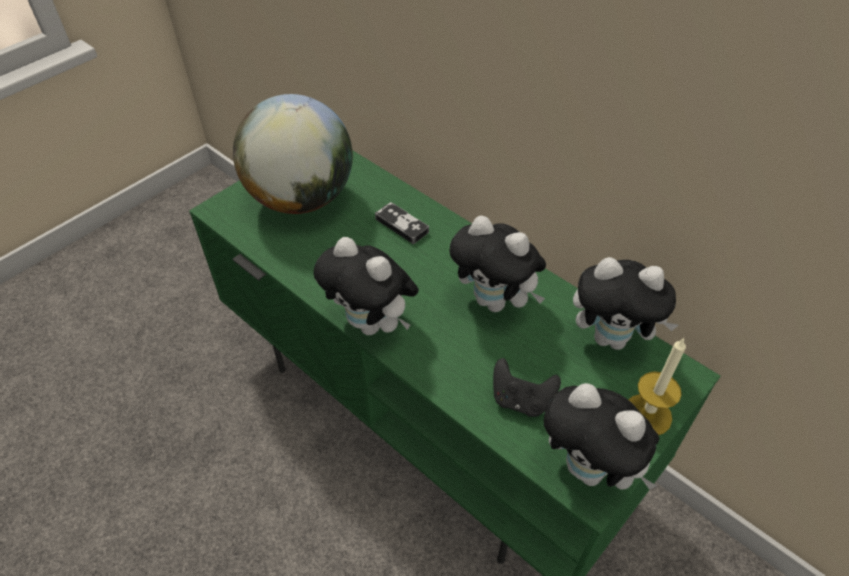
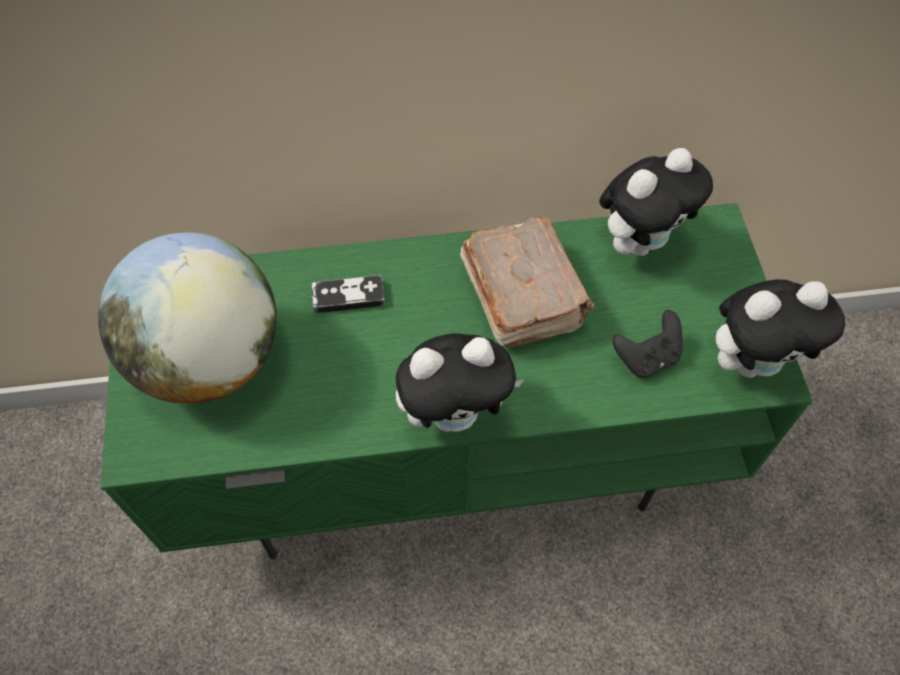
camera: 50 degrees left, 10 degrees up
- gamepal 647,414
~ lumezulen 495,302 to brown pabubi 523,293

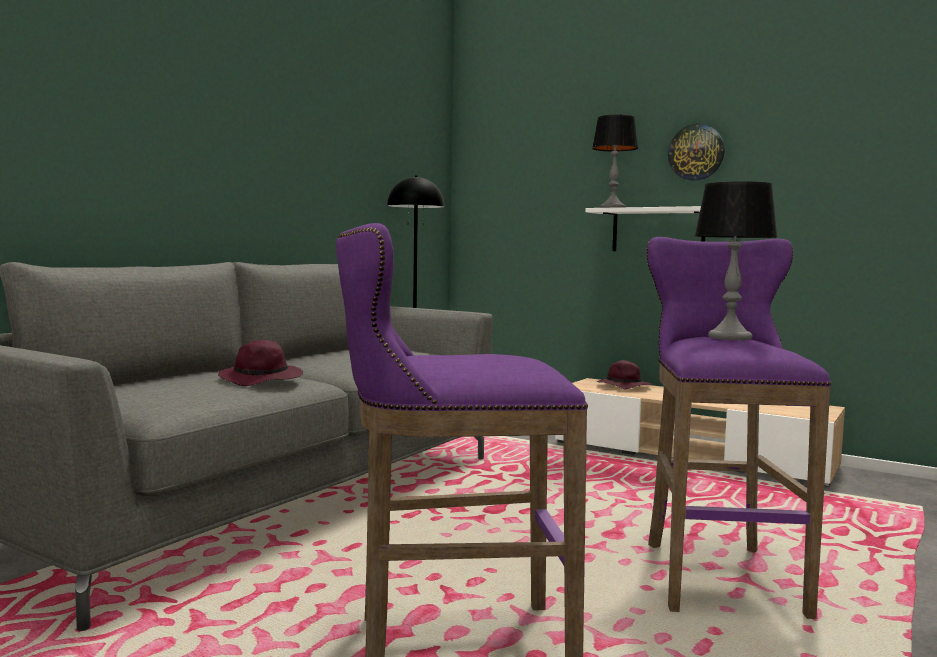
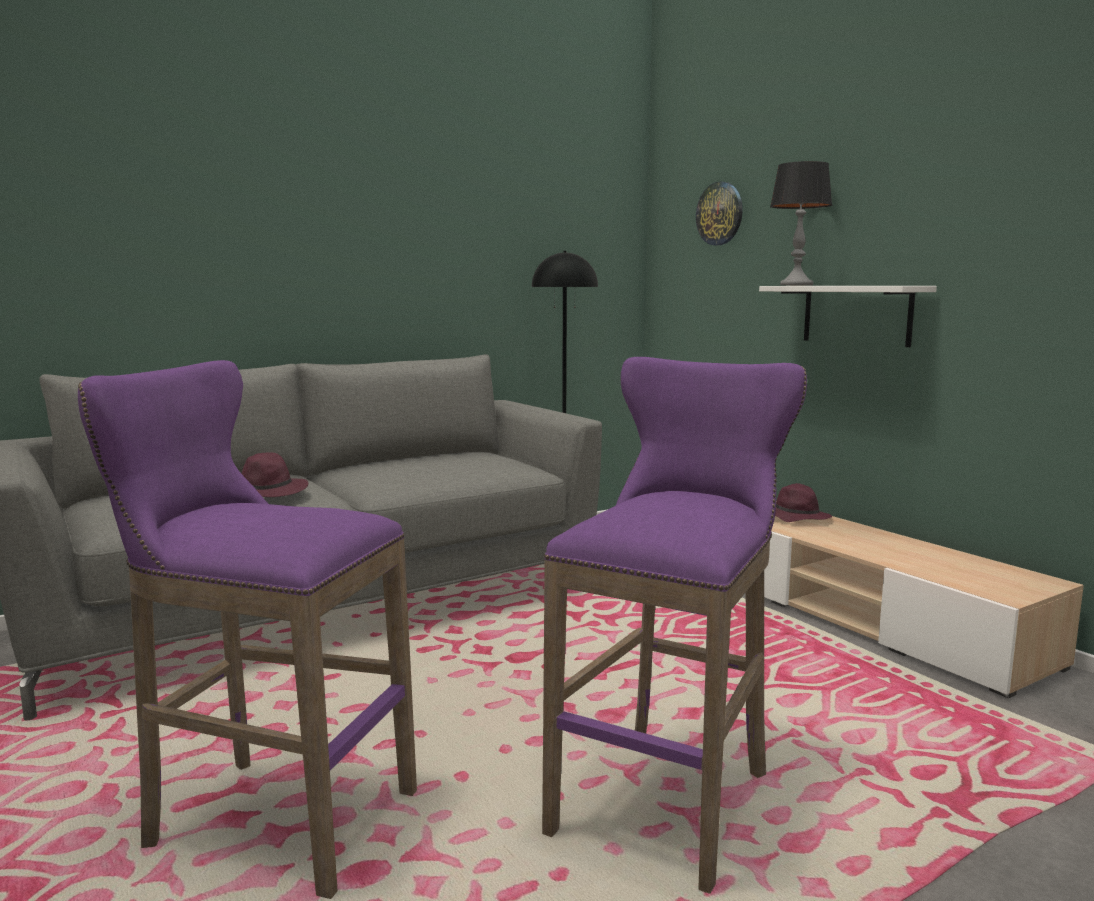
camera: 25 degrees right, 5 degrees up
- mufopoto 729,337
~ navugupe 696,152 to 720,213

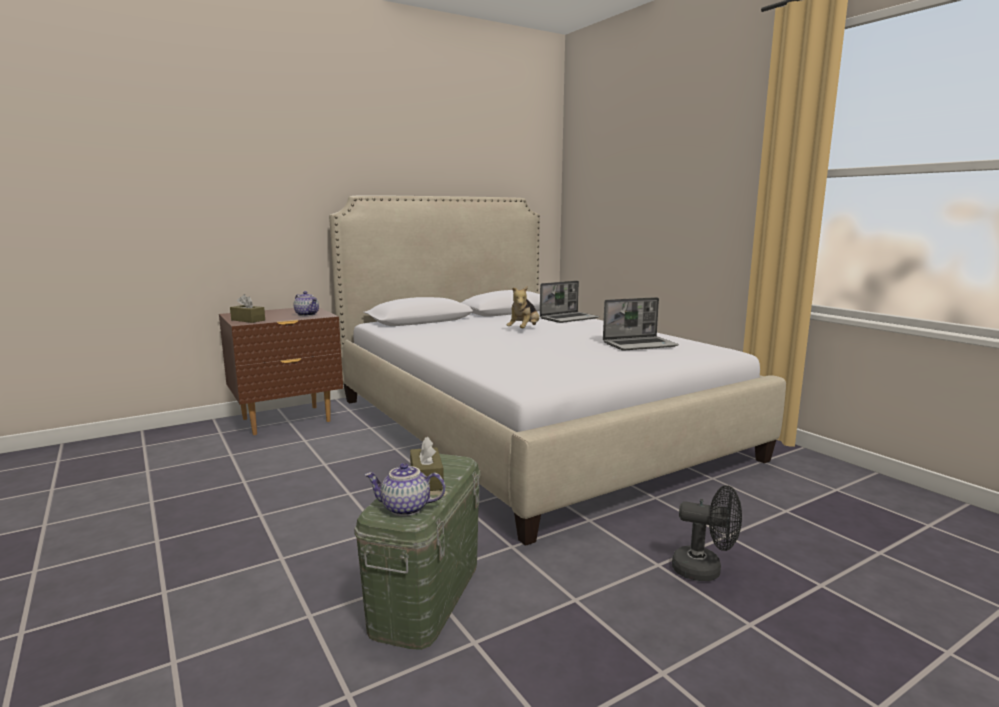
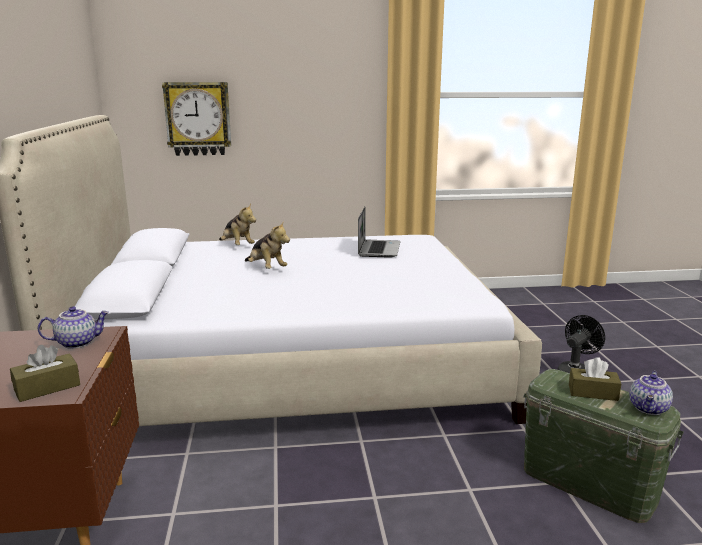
camera: 65 degrees left, 5 degrees up
+ navugupe 198,119
~ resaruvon 569,318 to lumezulen 237,246

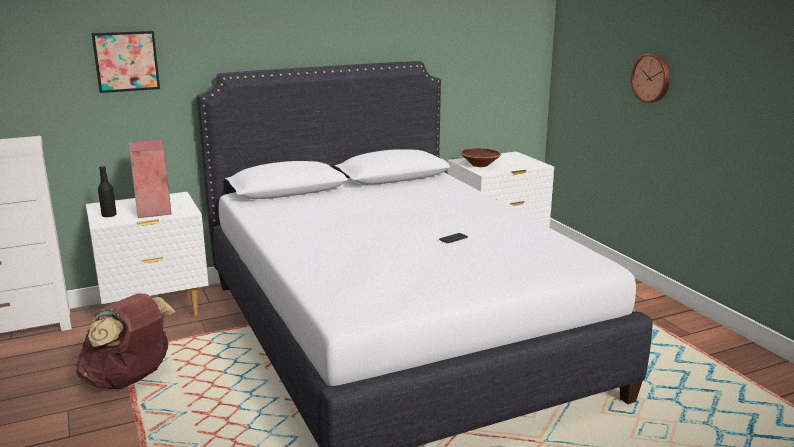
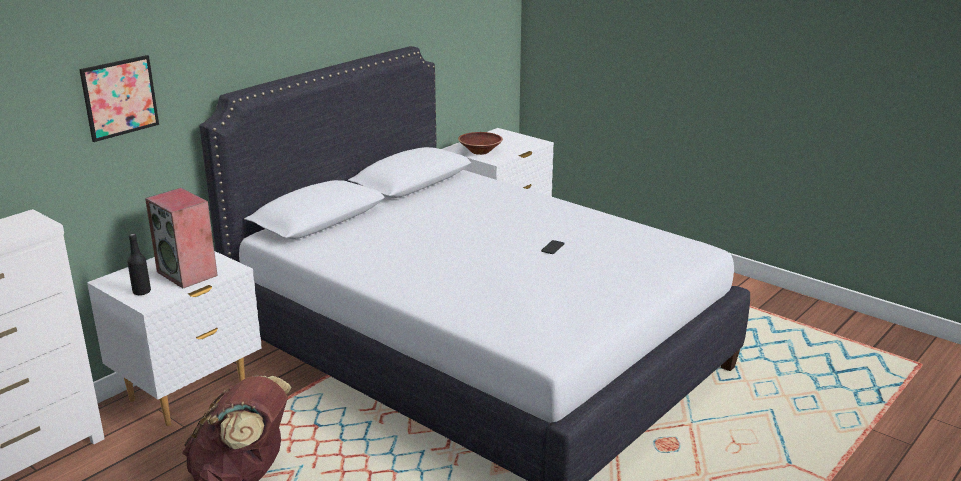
camera: 25 degrees left, 5 degrees up
- navugupe 652,78

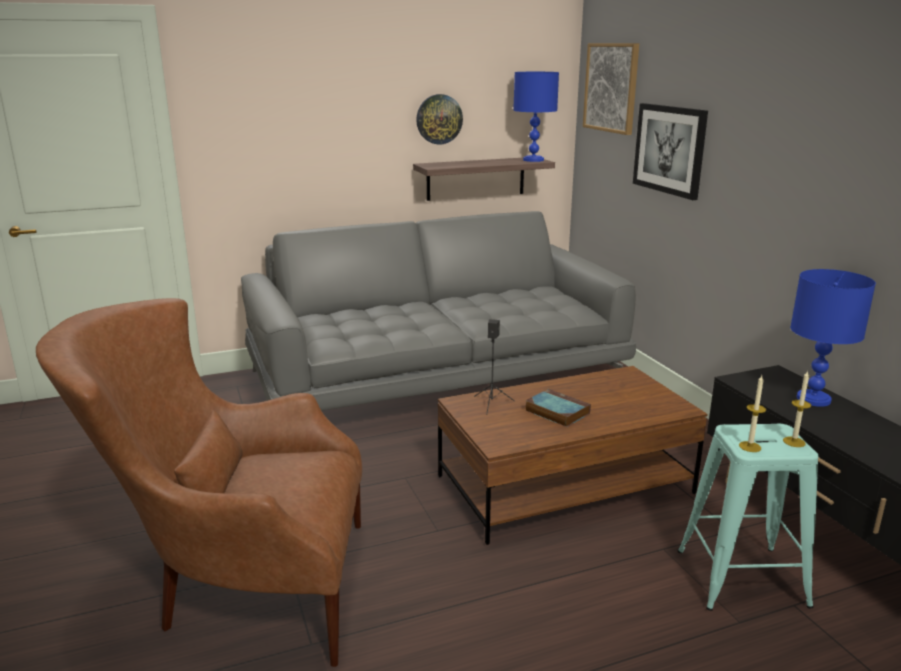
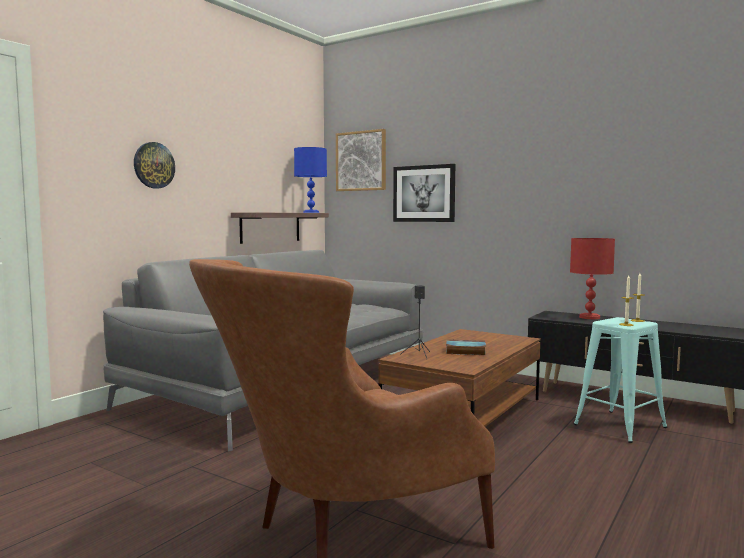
camera: 35 degrees left, 15 degrees down
~ navugupe 439,119 to 154,165
~ blue mufopoto 813,399 to red mufopoto 589,317

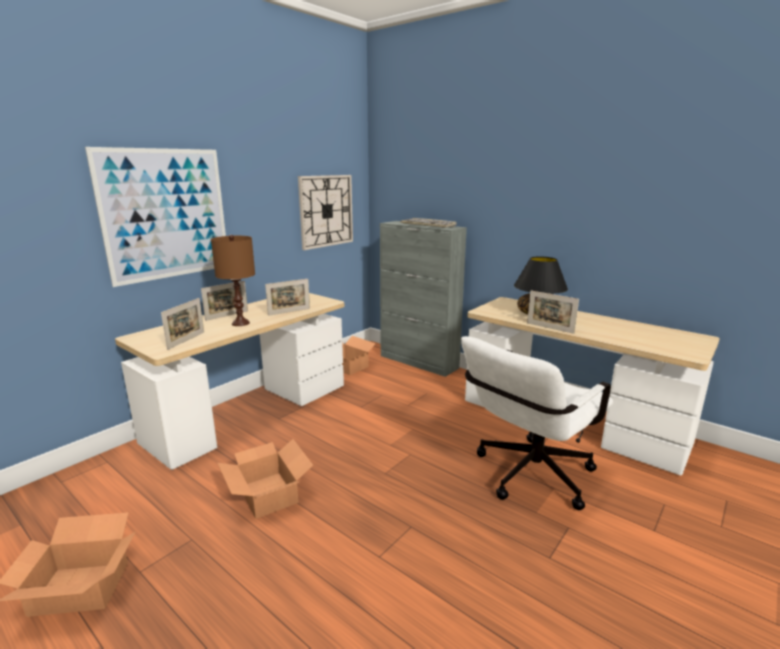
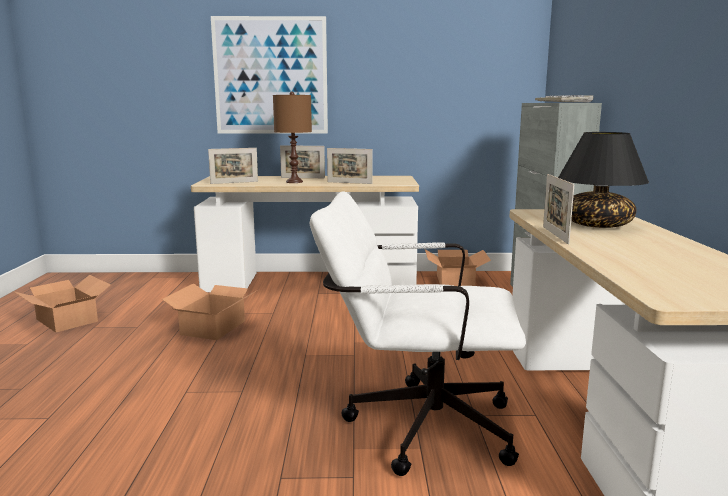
camera: 50 degrees right, 5 degrees down
- navugupe 326,211

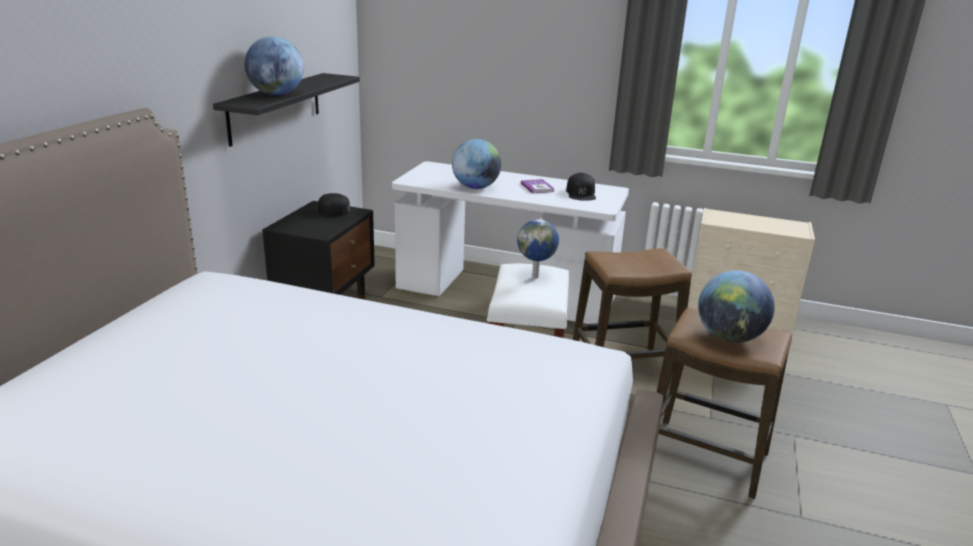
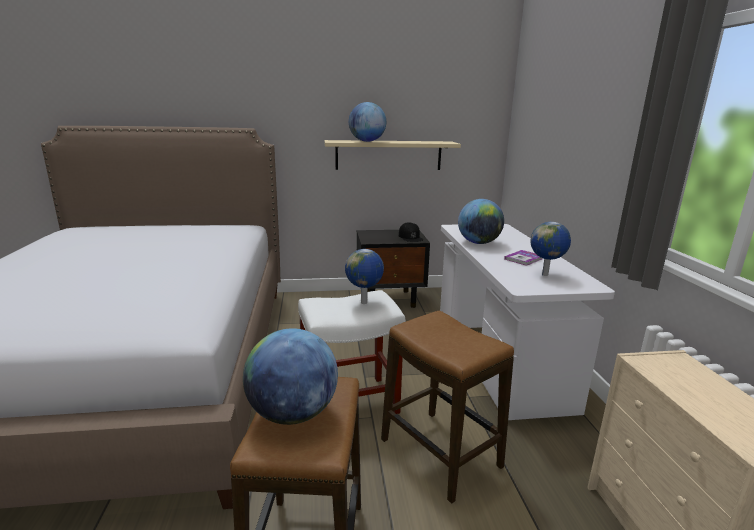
camera: 65 degrees right, 5 degrees down
~ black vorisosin 581,193 to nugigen 546,275
~ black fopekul 275,107 to beige fopekul 388,155

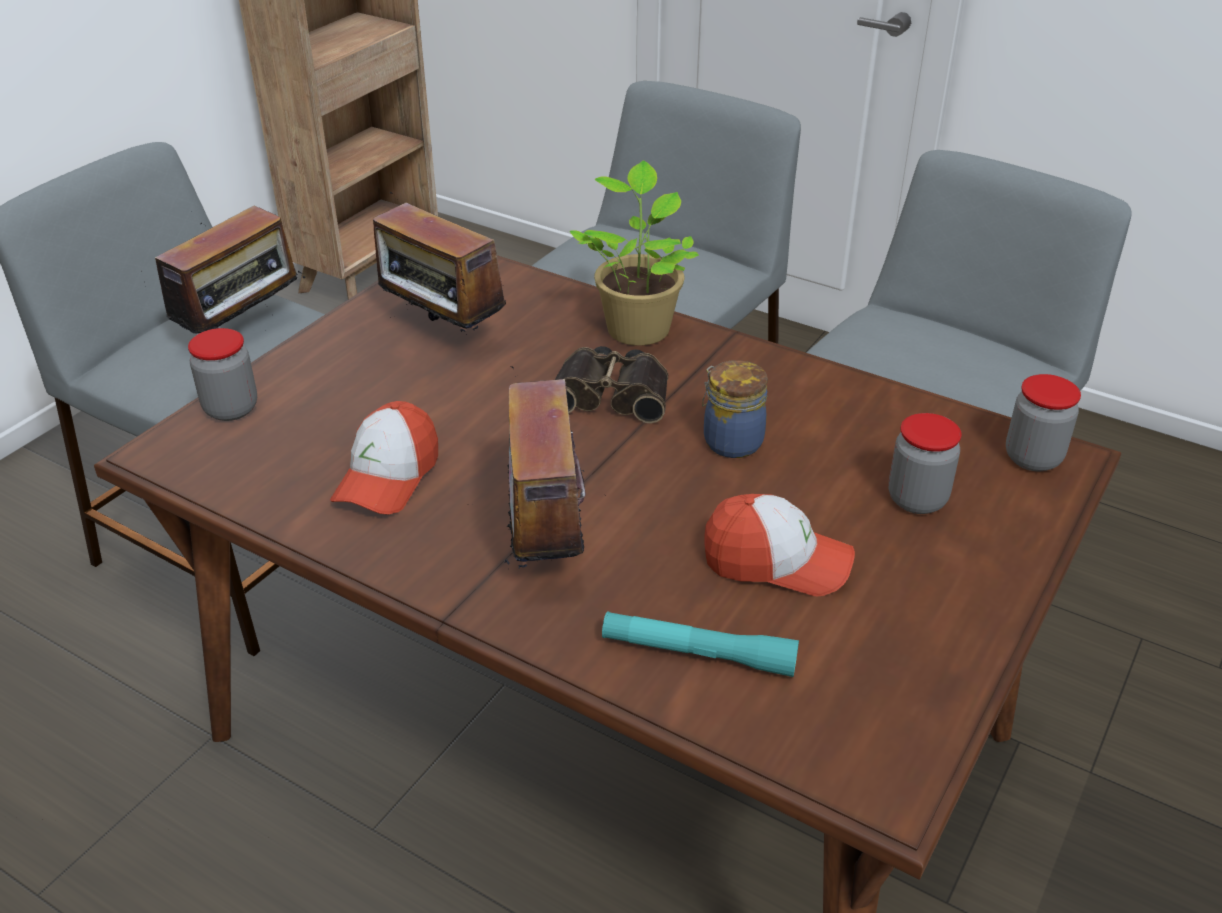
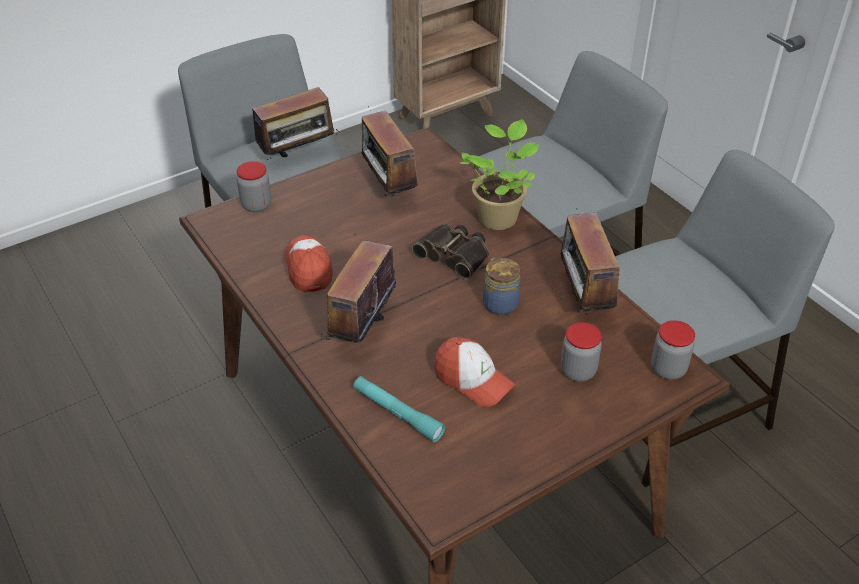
camera: 25 degrees right, 5 degrees up
+ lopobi 583,300
~ vorisosin 387,477 = 308,268 120 degrees clockwise

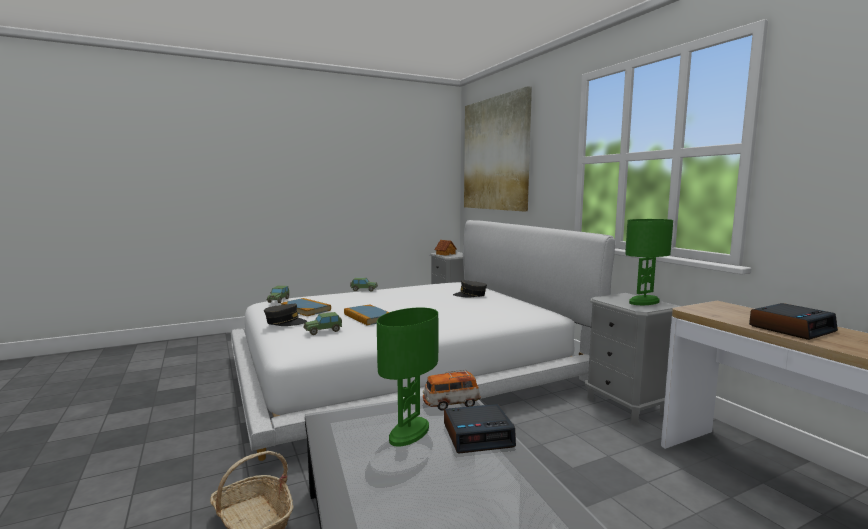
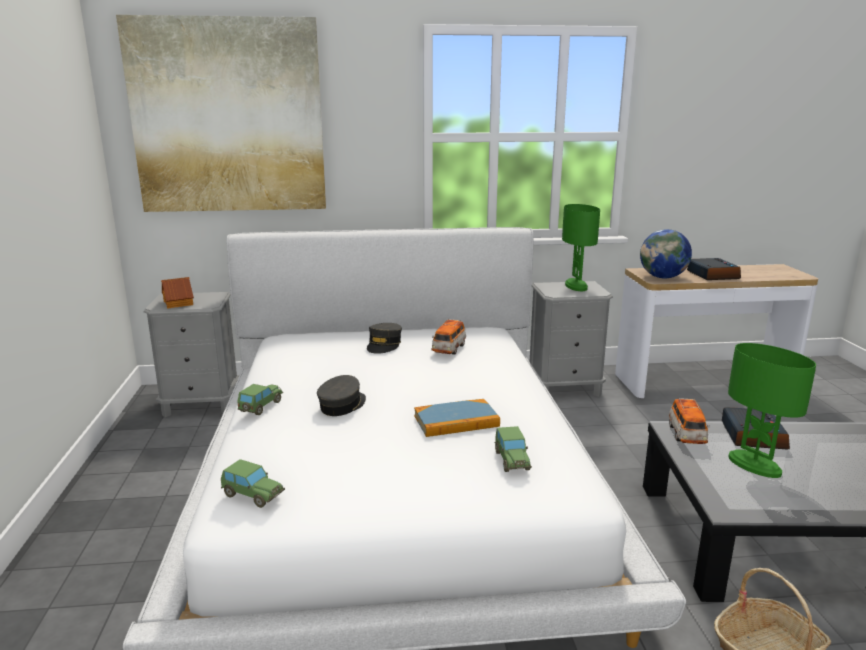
camera: 70 degrees left, 10 degrees up
- pabubi 305,309
+ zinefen 449,349
+ nugigen 663,277
~ grey vorisosin 285,322 to 342,405

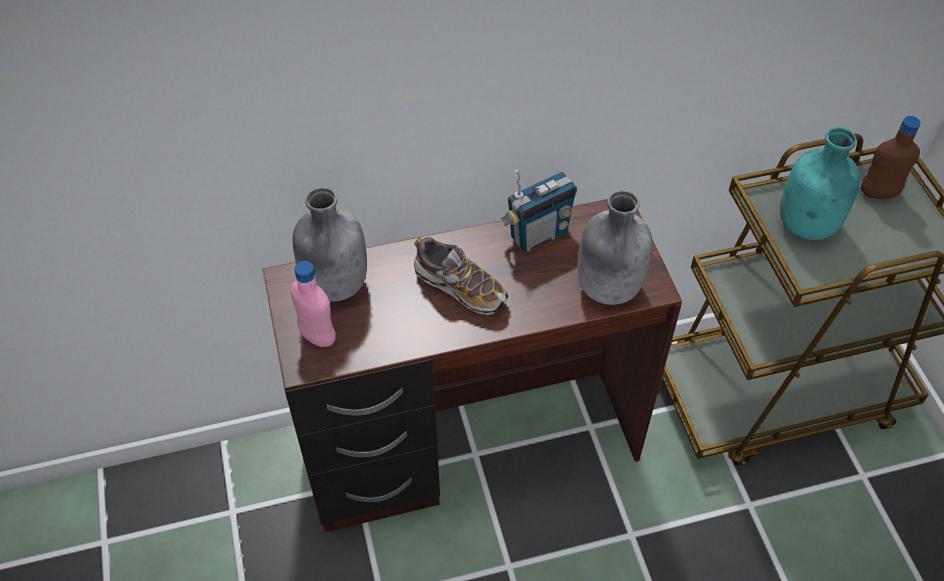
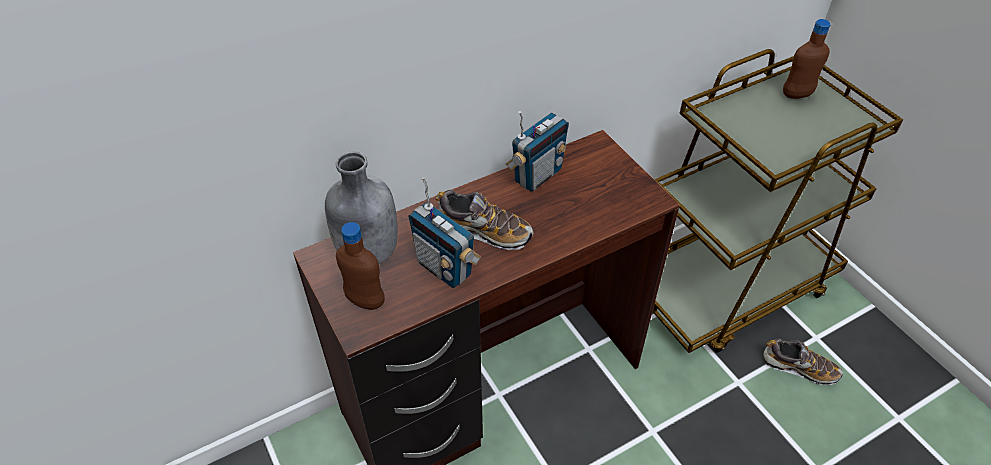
camera: 15 degrees left, 5 degrees down
- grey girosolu 607,288
- turquoise girosolu 808,225
+ lopobi 445,268
+ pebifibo 798,368
~ pink girosolu 317,336 to brown girosolu 365,301

